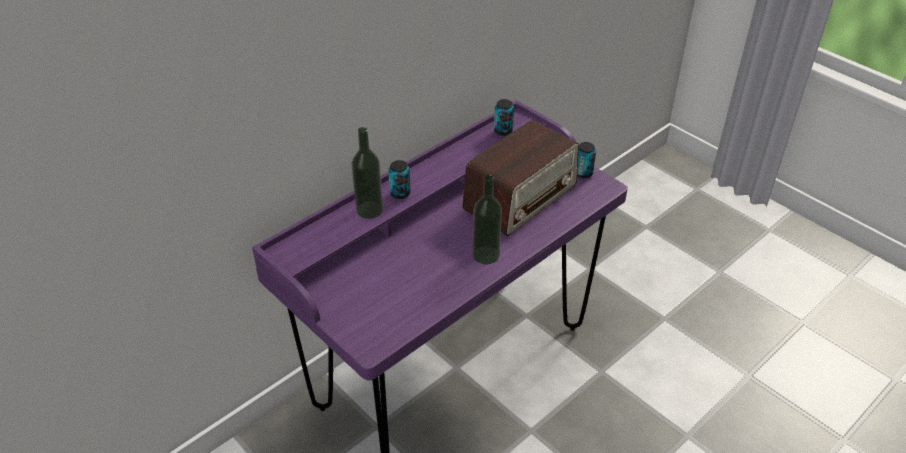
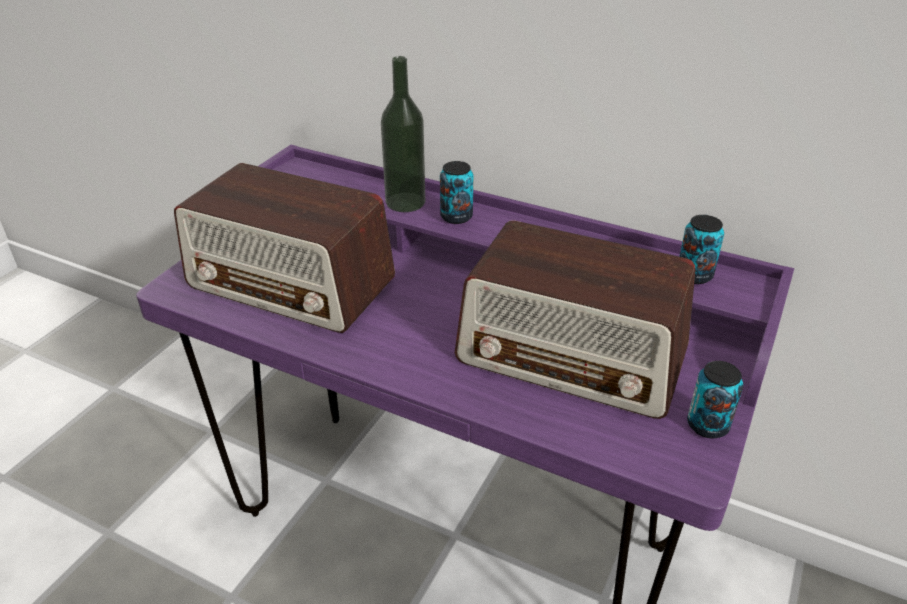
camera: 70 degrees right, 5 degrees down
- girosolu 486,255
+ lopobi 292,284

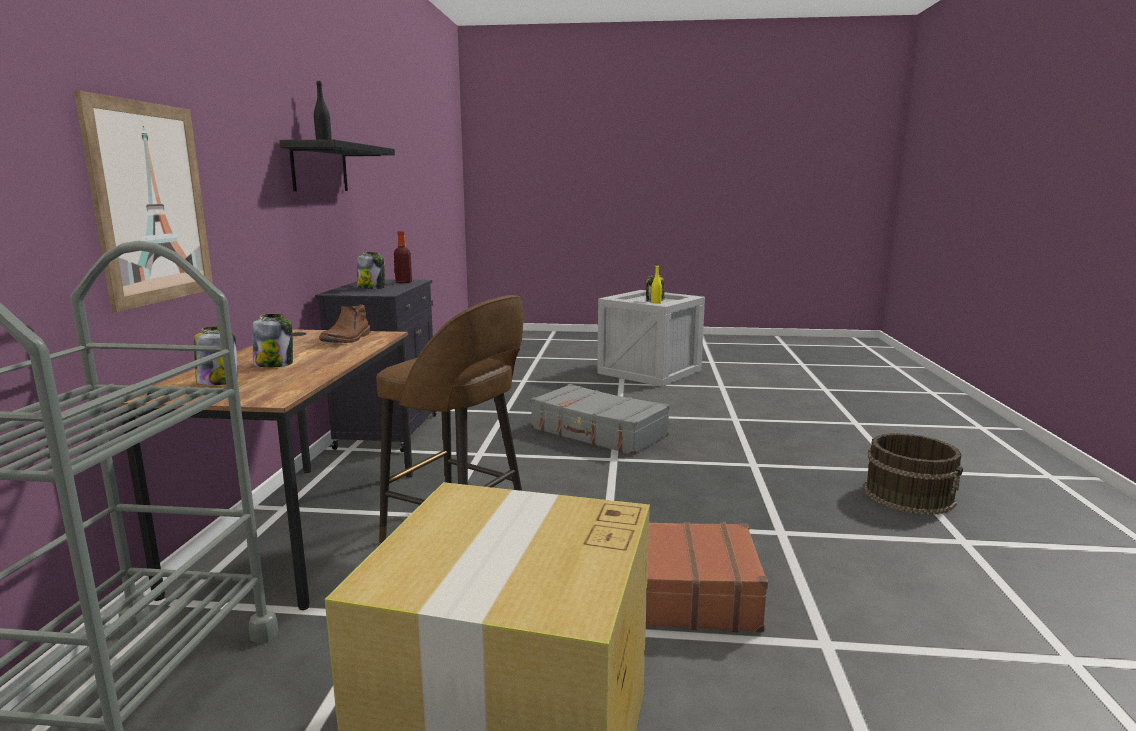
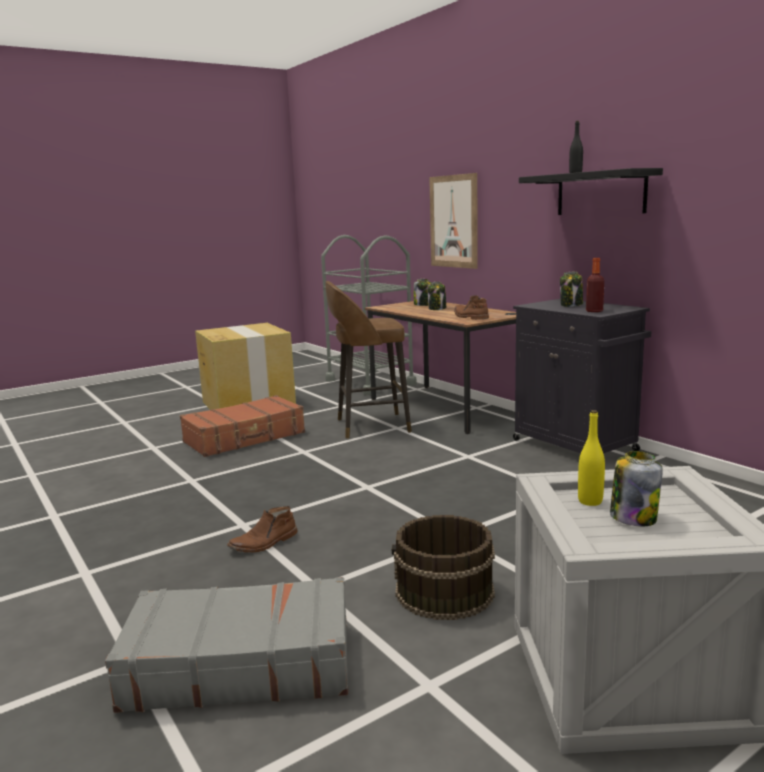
camera: 140 degrees right, 0 degrees up
+ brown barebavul 264,543
~ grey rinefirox 598,433 to 240,664
~ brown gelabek 909,495 to 444,592

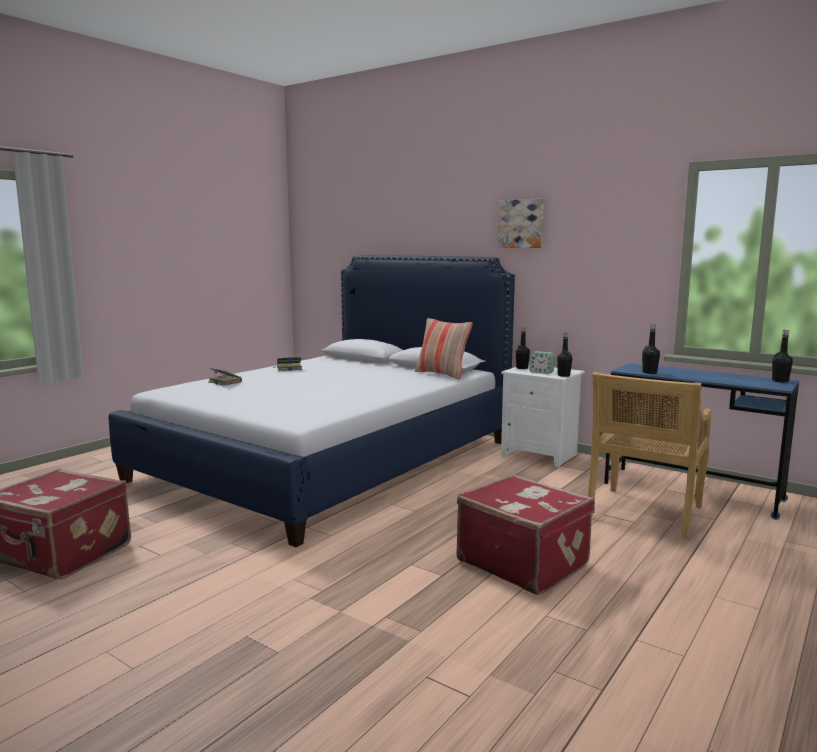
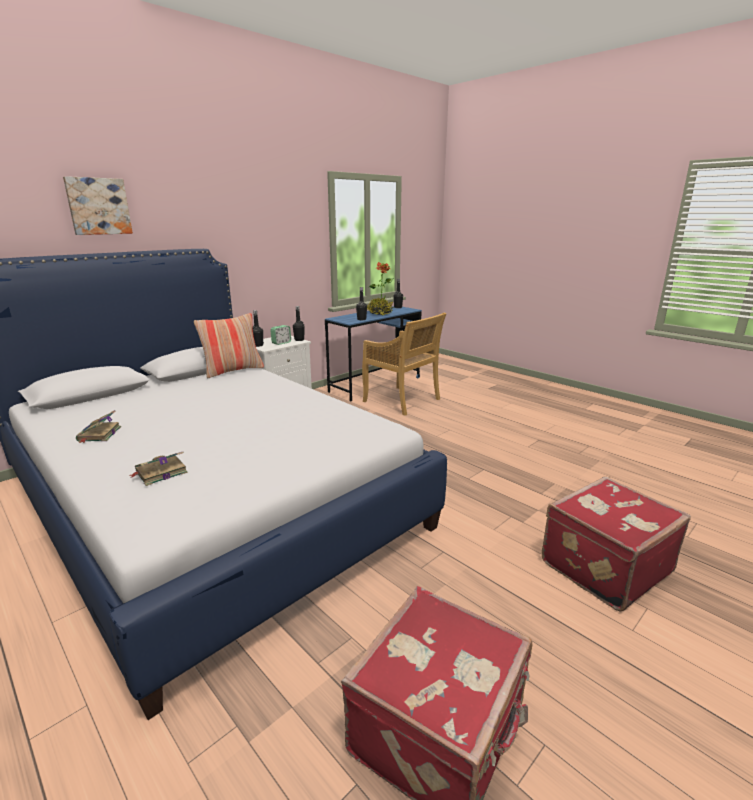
camera: 80 degrees left, 10 degrees up
+ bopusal 380,313
~ red rinefirox 523,562 to 603,566
~ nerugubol 521,224 to 98,206

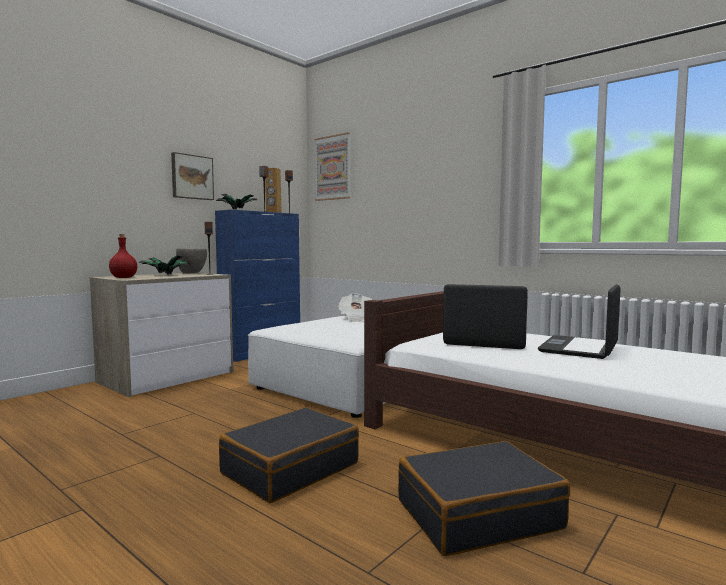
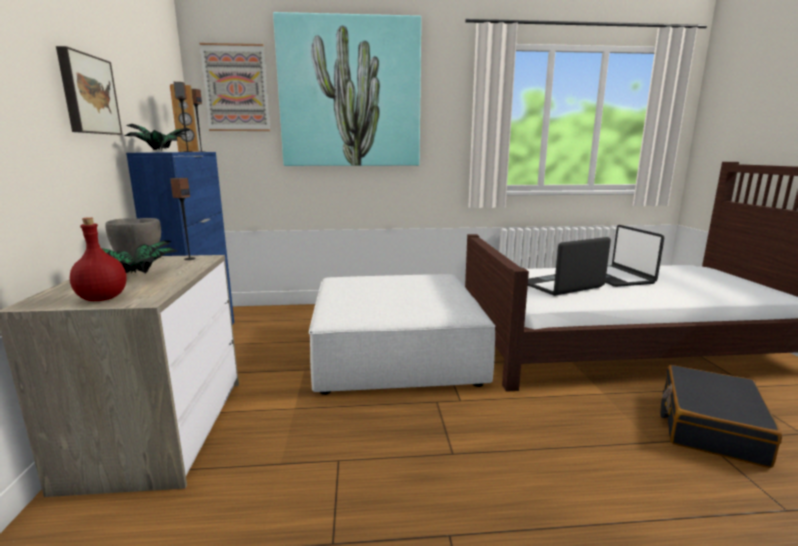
camera: 45 degrees left, 10 degrees up
- black rinefirox 290,468
- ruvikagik 357,318
+ nerugubol 350,94

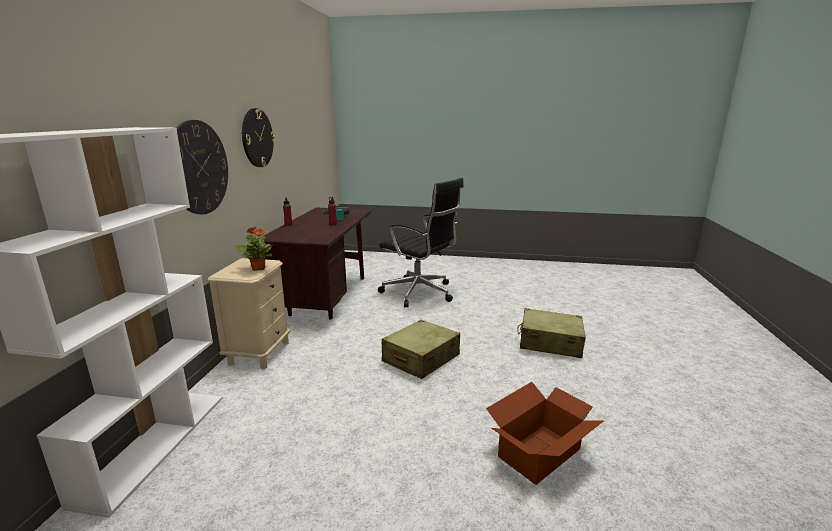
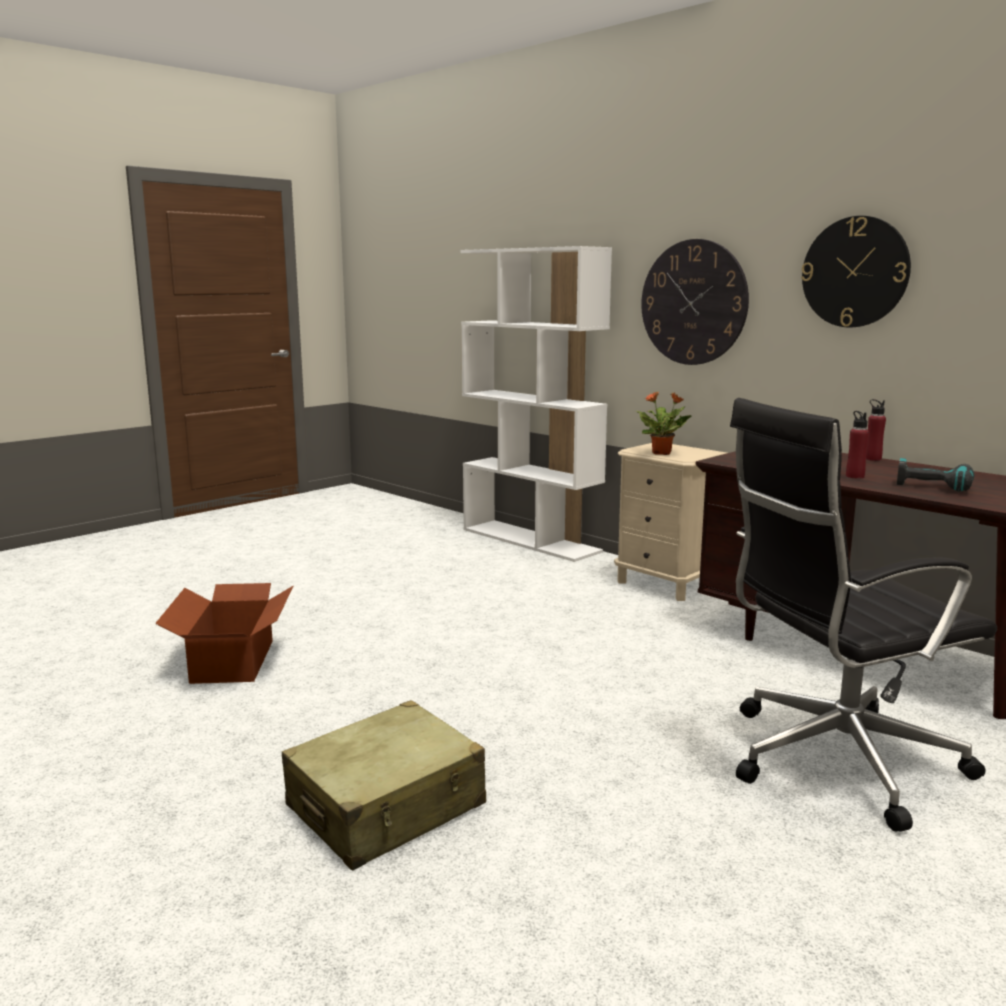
camera: 125 degrees right, 5 degrees down
- beige rinefirox 420,359

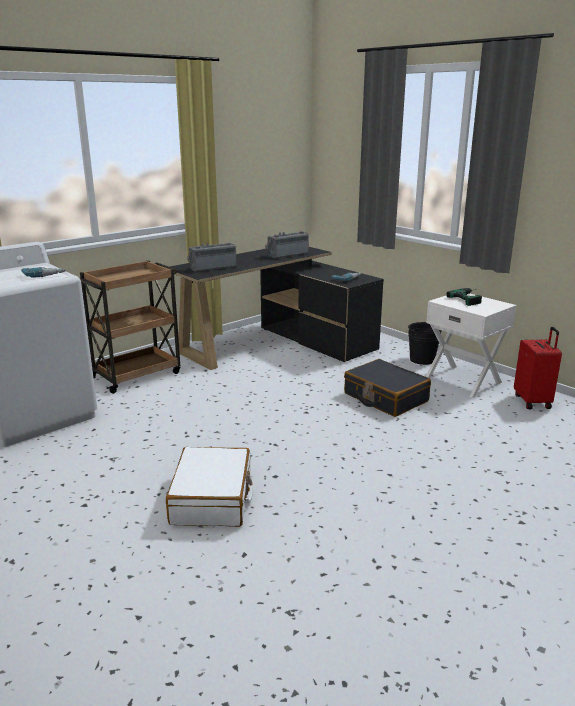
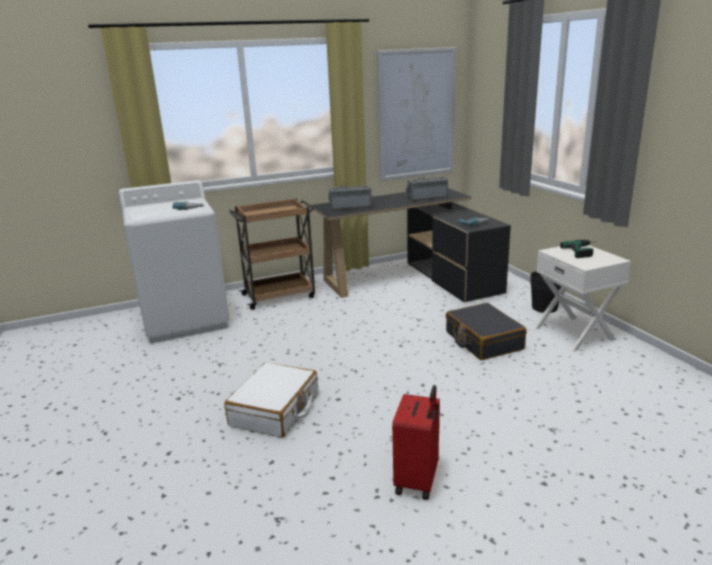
camera: 20 degrees right, 0 degrees up
+ nerugubol 416,114
~ red rinefirox 533,401 to 418,481

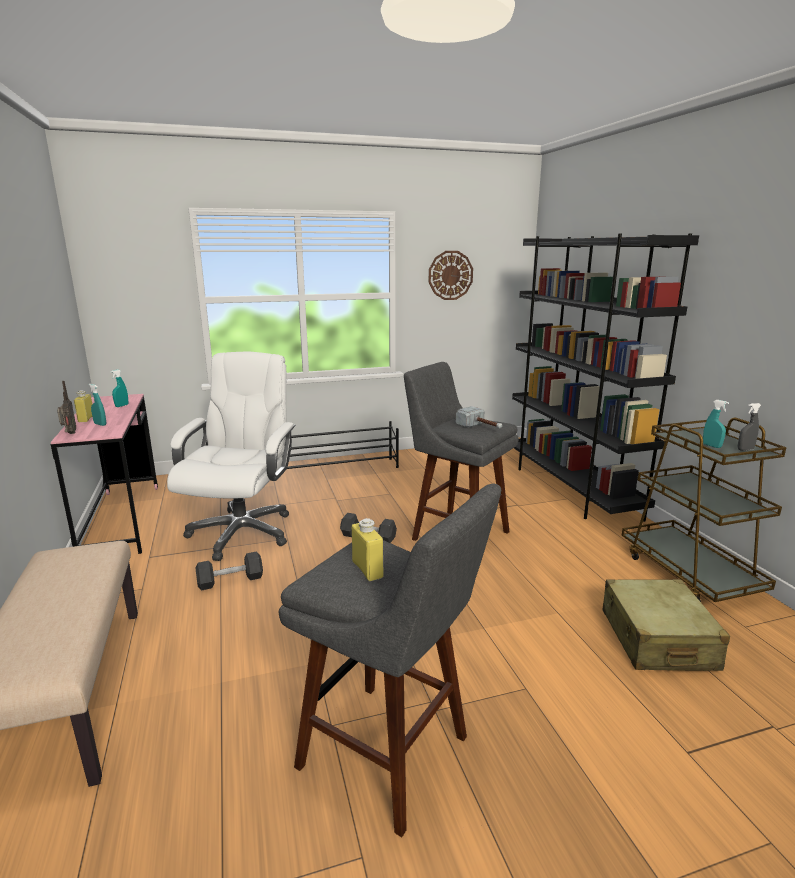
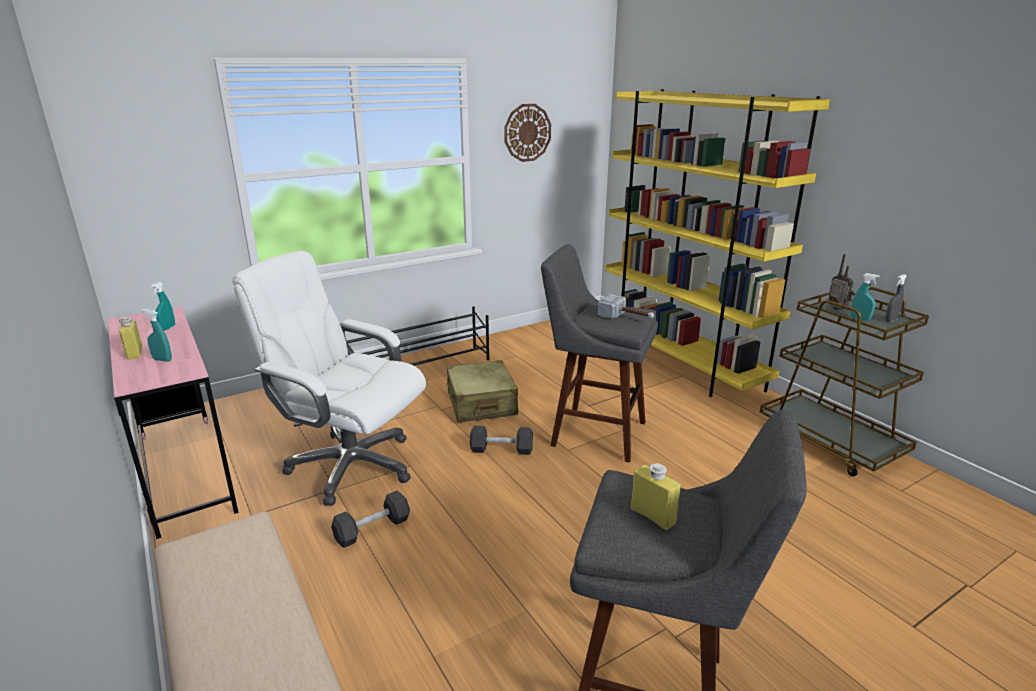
camera: 15 degrees left, 5 degrees up
~ lopobi 69,433 to 836,310
~ beige rinefirox 657,639 to 481,403
~ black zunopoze 570,489 to yellow zunopoze 680,364
~ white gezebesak 242,532 = 350,465 60 degrees counterclockwise

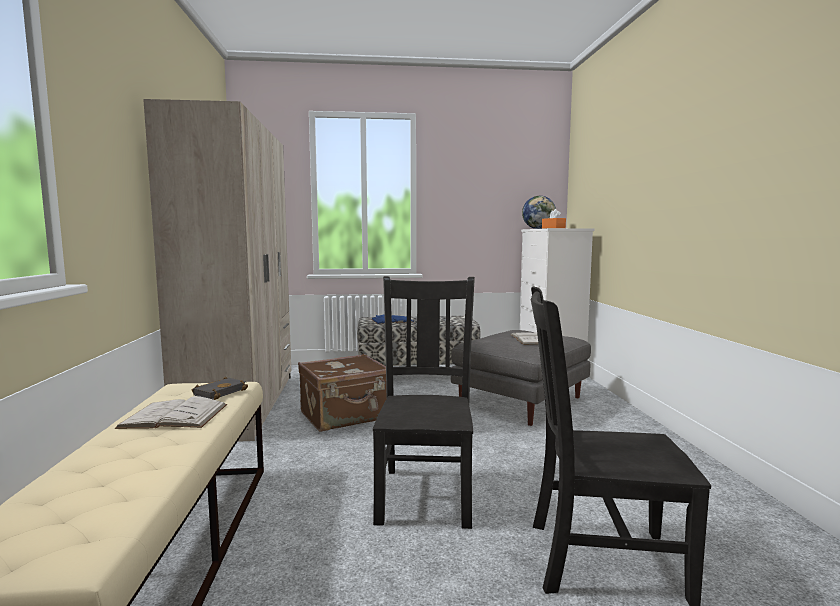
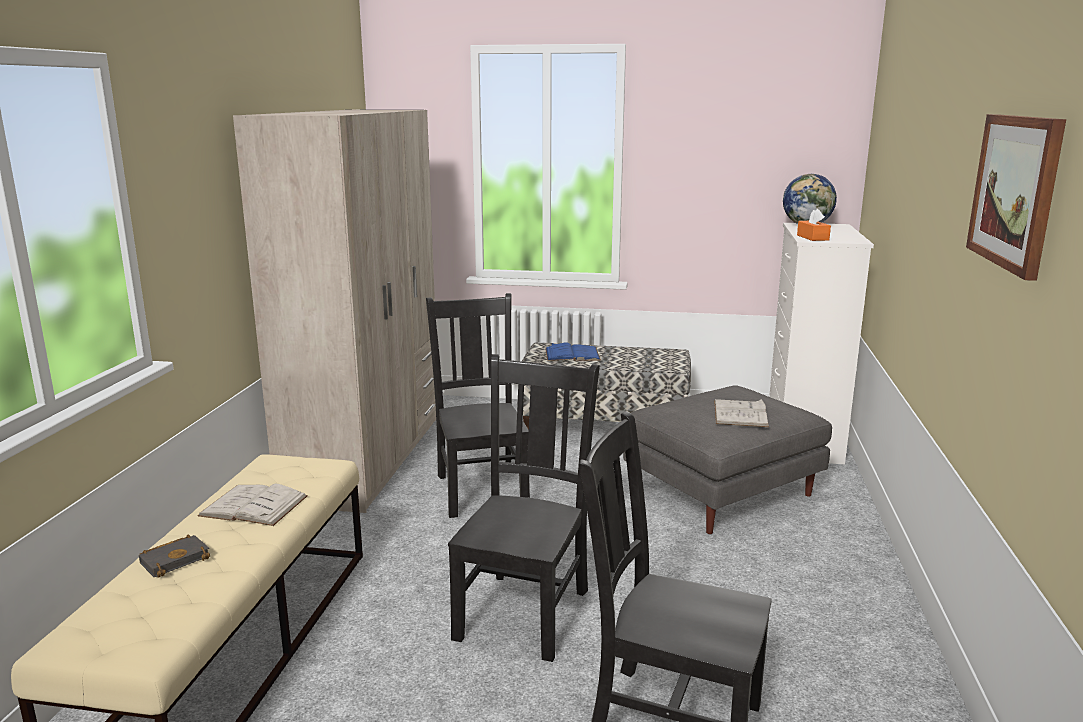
camera: 15 degrees right, 10 degrees up
+ nerugubol 1015,191
~ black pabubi 220,392 to 176,559
~ brown rinefirox 345,416 to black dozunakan 481,489

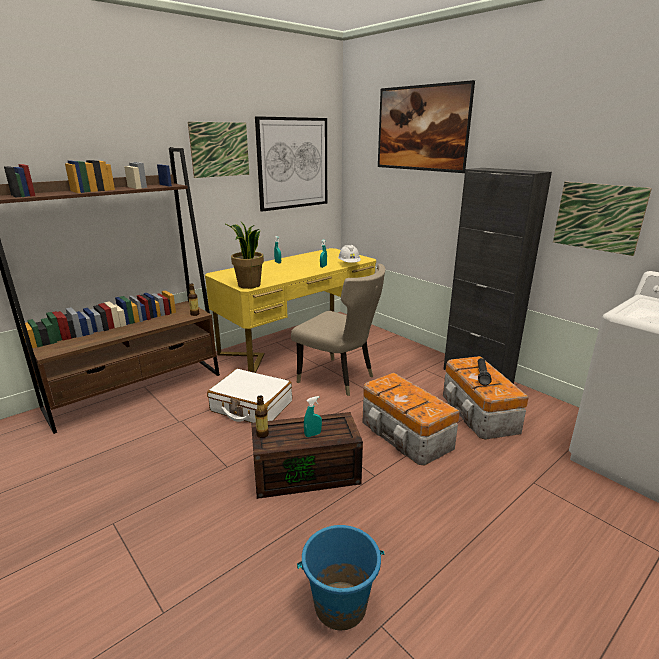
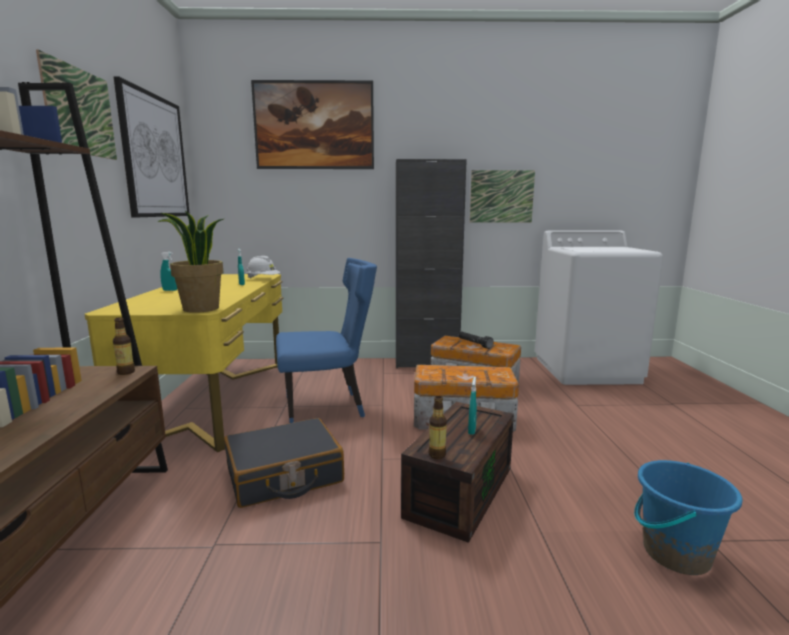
camera: 50 degrees left, 10 degrees down
~ white rinefirox 251,407 to black rinefirox 284,475
~ beige dozunakan 339,378 to blue dozunakan 327,408

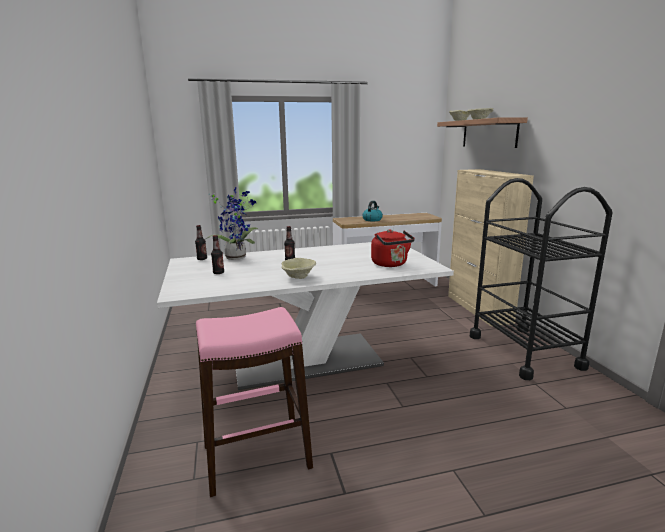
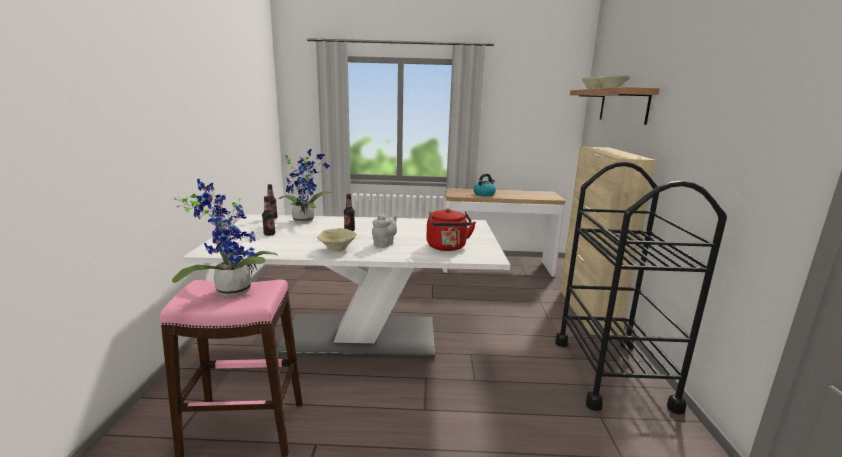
camera: 15 degrees right, 0 degrees up
+ bopusal 231,289
+ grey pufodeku 384,244

